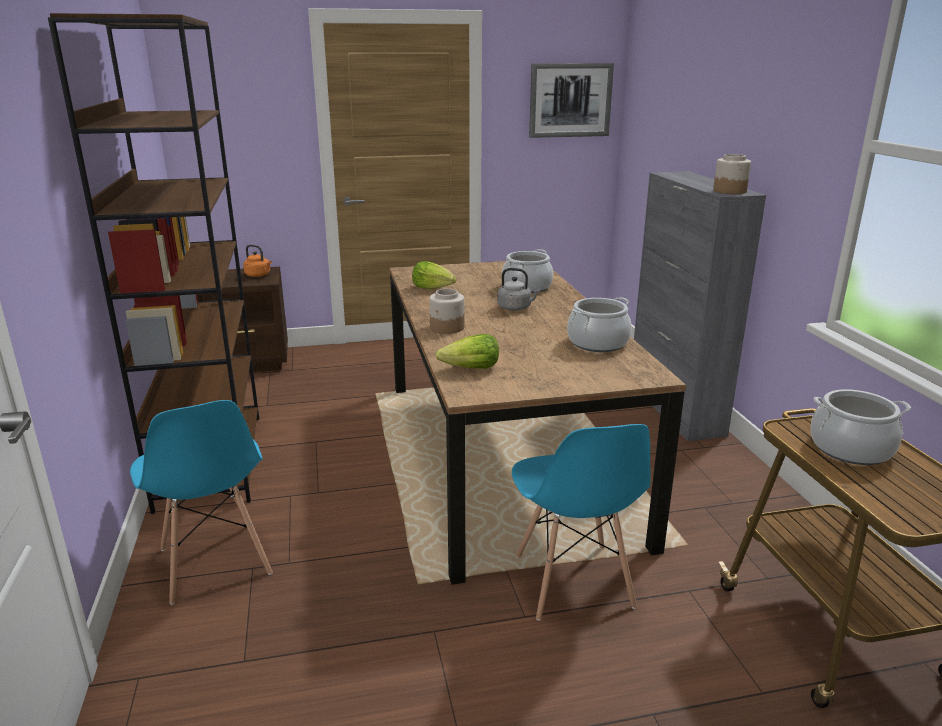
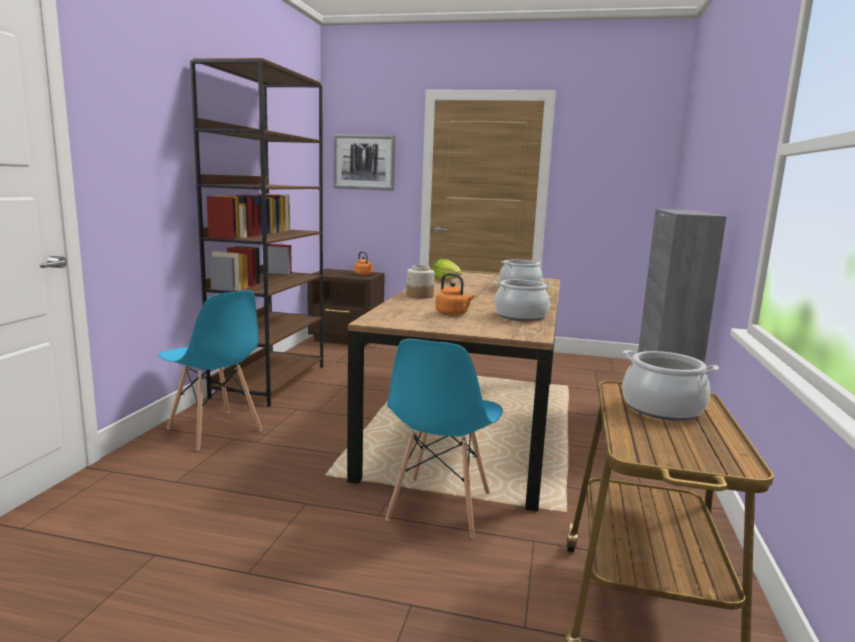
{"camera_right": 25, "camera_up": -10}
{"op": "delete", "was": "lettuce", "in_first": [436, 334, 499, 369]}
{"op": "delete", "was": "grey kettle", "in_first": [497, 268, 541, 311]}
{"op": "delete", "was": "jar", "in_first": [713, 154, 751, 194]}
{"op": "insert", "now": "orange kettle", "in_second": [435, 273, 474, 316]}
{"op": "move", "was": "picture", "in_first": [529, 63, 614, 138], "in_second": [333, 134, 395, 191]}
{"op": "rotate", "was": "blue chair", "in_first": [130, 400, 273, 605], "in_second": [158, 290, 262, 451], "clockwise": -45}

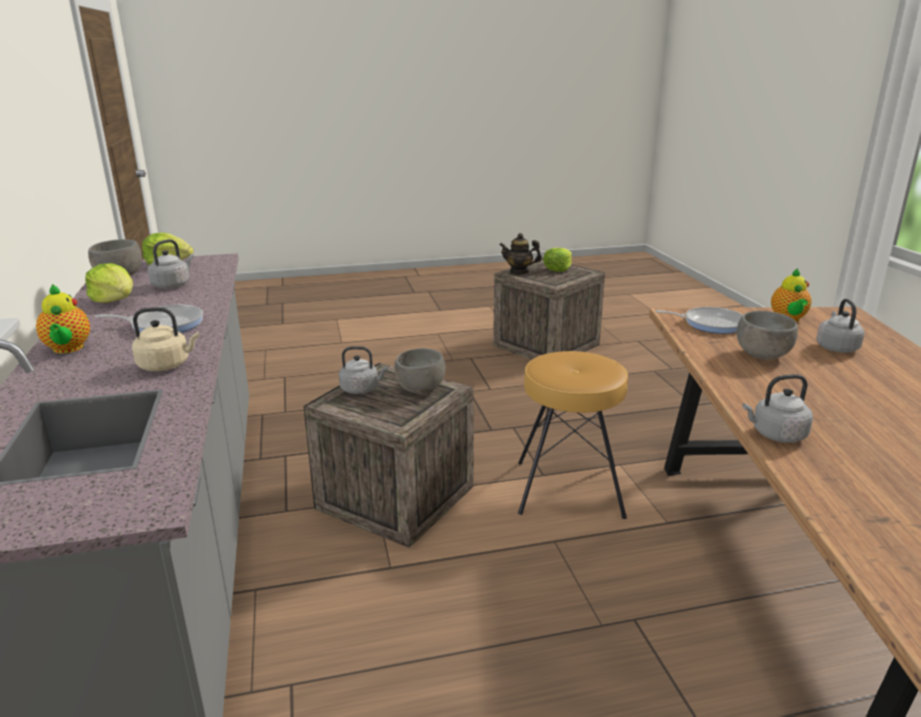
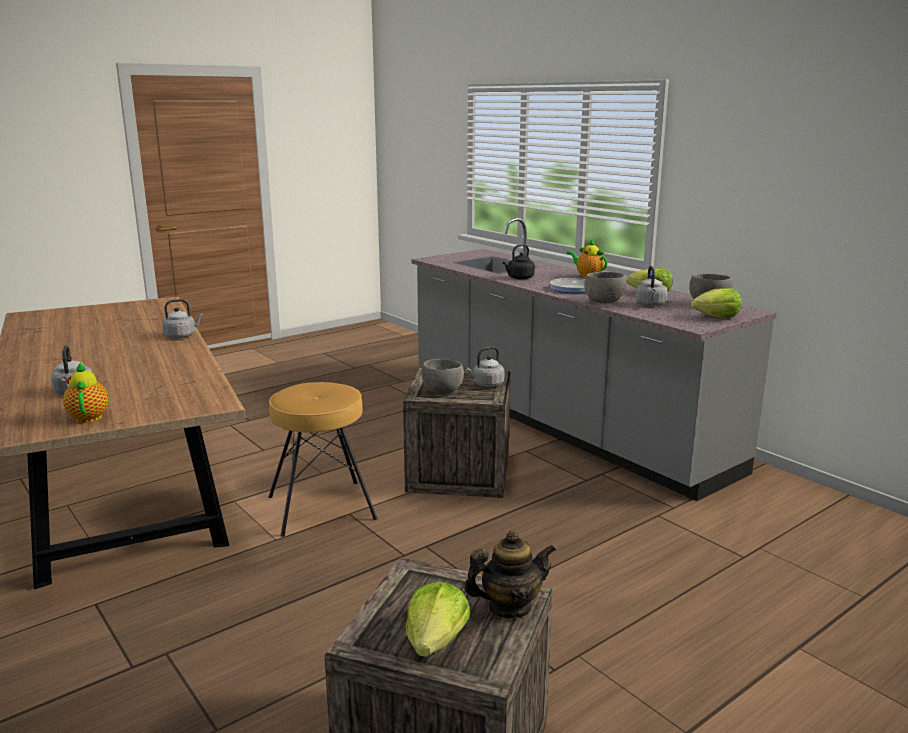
{"camera_right": 155, "camera_up": -5}
{"op": "delete", "was": "frying pan", "in_first": [655, 307, 743, 334]}
{"op": "move", "was": "grey bowl", "in_first": [737, 311, 798, 360], "in_second": [584, 272, 627, 303]}
{"op": "recolor", "was": "beige kettle", "now": "black kettle", "in_first": [132, 307, 199, 371], "in_second": [503, 244, 535, 280]}

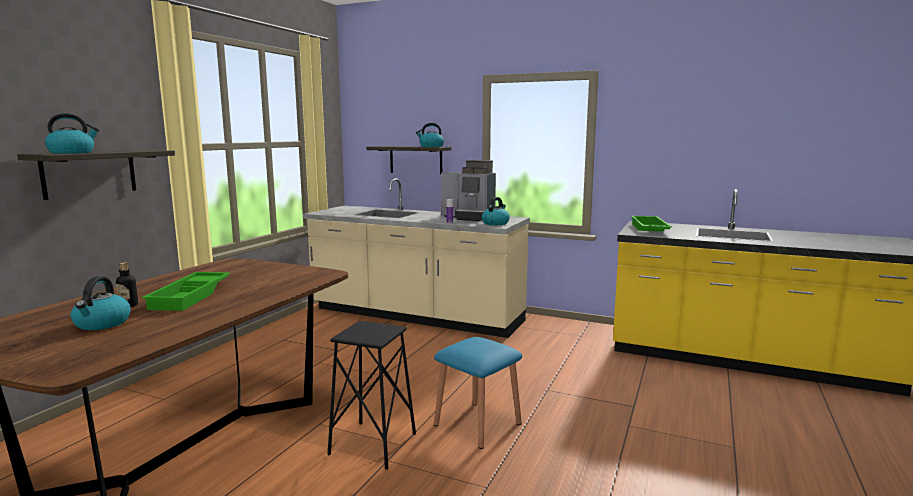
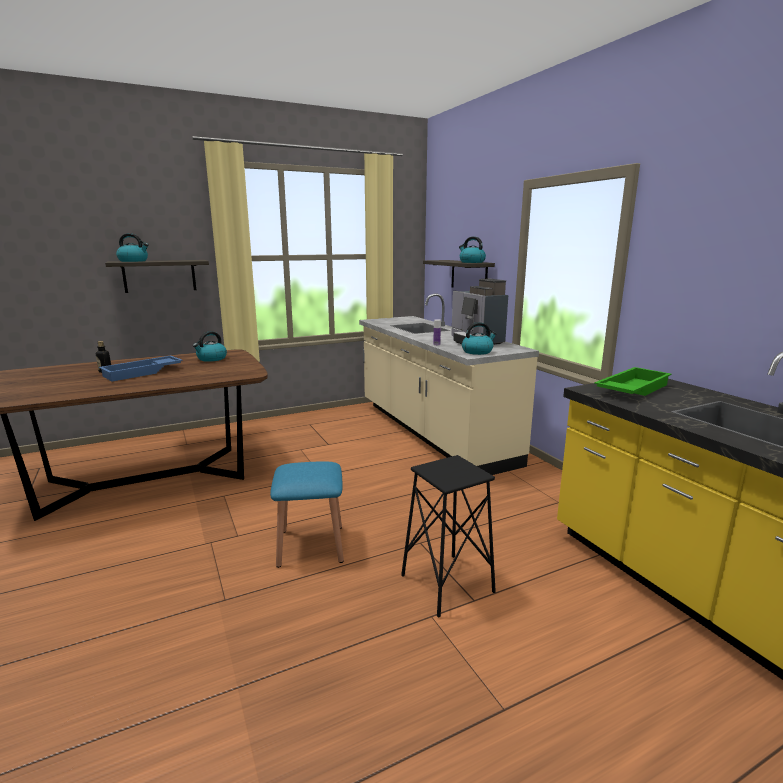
{"camera_right": 40, "camera_up": 5}
{"op": "move", "was": "kettle", "in_first": [71, 276, 131, 330], "in_second": [193, 331, 227, 362]}
{"op": "move", "was": "black stool", "in_first": [328, 321, 416, 470], "in_second": [401, 455, 496, 618]}
{"op": "recolor", "was": "green tray", "now": "blue tray", "in_first": [142, 272, 230, 311], "in_second": [99, 356, 183, 382]}

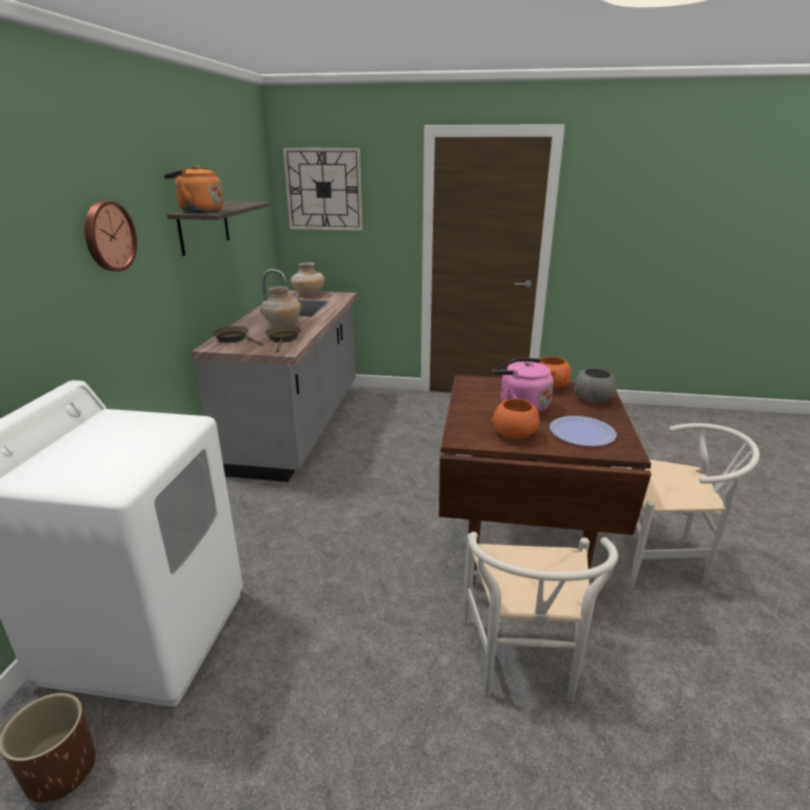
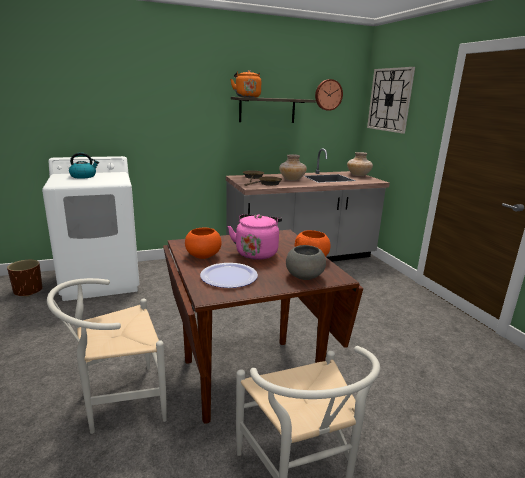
{"camera_right": 60, "camera_up": -5}
{"op": "insert", "now": "kettle", "in_second": [69, 153, 99, 179]}
{"op": "move", "was": "wall clock", "in_first": [84, 201, 137, 271], "in_second": [315, 79, 343, 111]}

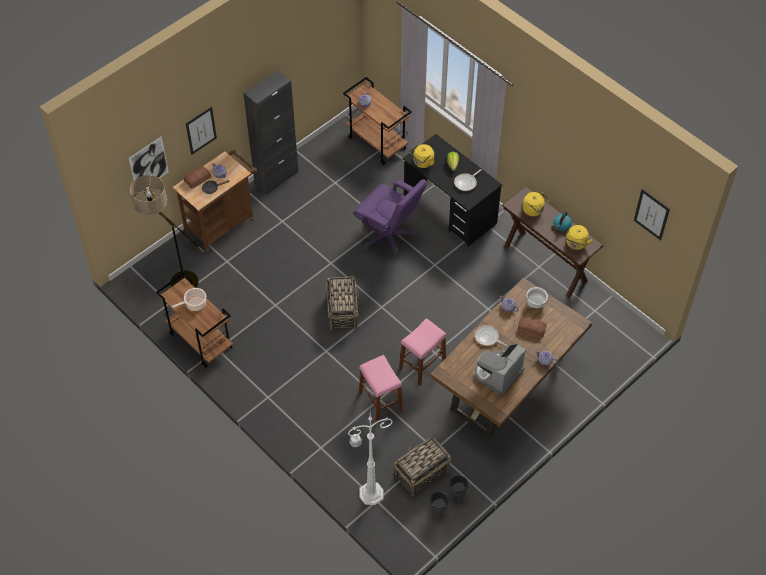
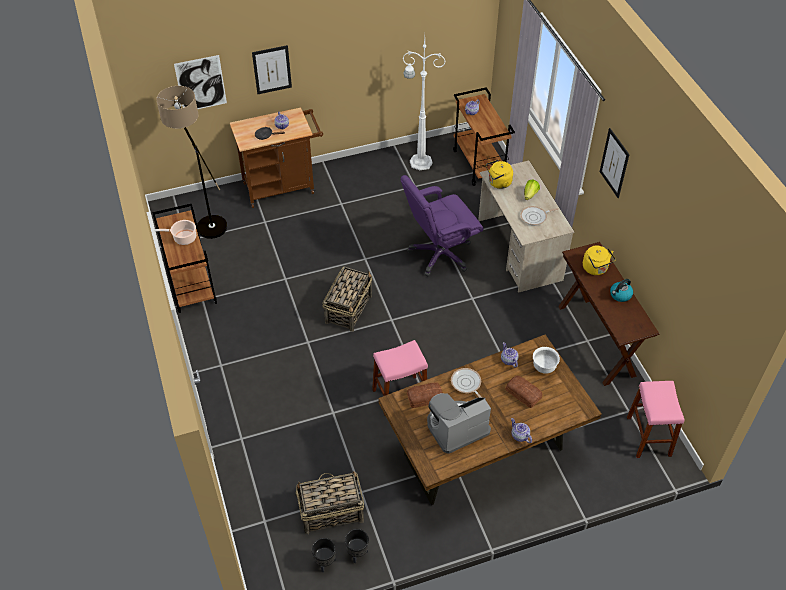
{"camera_right": 25, "camera_up": -5}
{"op": "delete", "was": "black cabinet", "in_first": [243, 70, 298, 194]}
{"op": "delete", "was": "yellow kettle", "in_first": [565, 225, 593, 250]}
{"op": "move", "was": "bread", "in_first": [184, 166, 211, 189], "in_second": [407, 383, 443, 408]}
{"op": "move", "was": "white floor lamp", "in_first": [348, 413, 393, 505], "in_second": [403, 37, 446, 170]}
{"op": "move", "was": "pink stool", "in_first": [359, 355, 403, 423], "in_second": [627, 381, 684, 458]}
{"op": "move", "was": "picture", "in_first": [634, 189, 670, 241], "in_second": [600, 128, 630, 198]}
{"op": "recolor", "was": "black desk", "now": "beige desk", "in_first": [403, 134, 502, 246], "in_second": [478, 161, 574, 293]}
{"op": "rotate", "was": "purple office chair", "in_first": [353, 179, 427, 259], "in_second": [401, 175, 484, 277], "clockwise": 90}

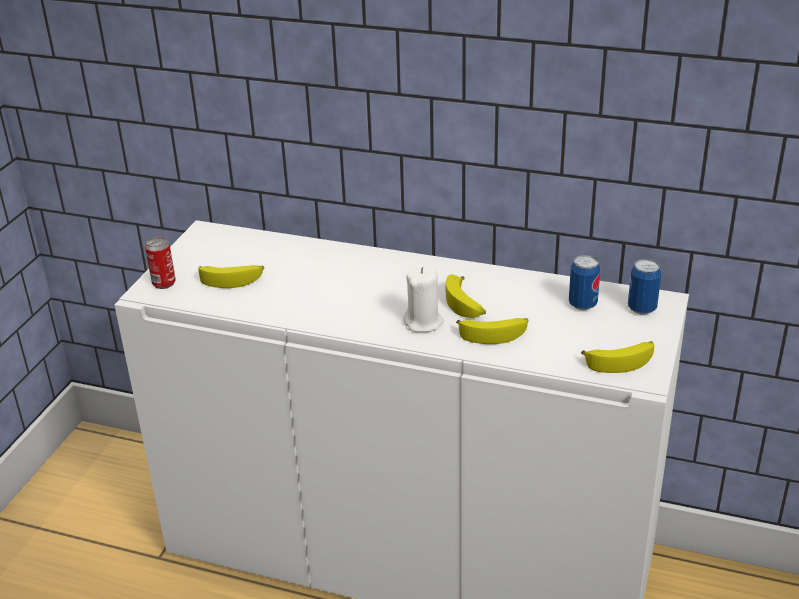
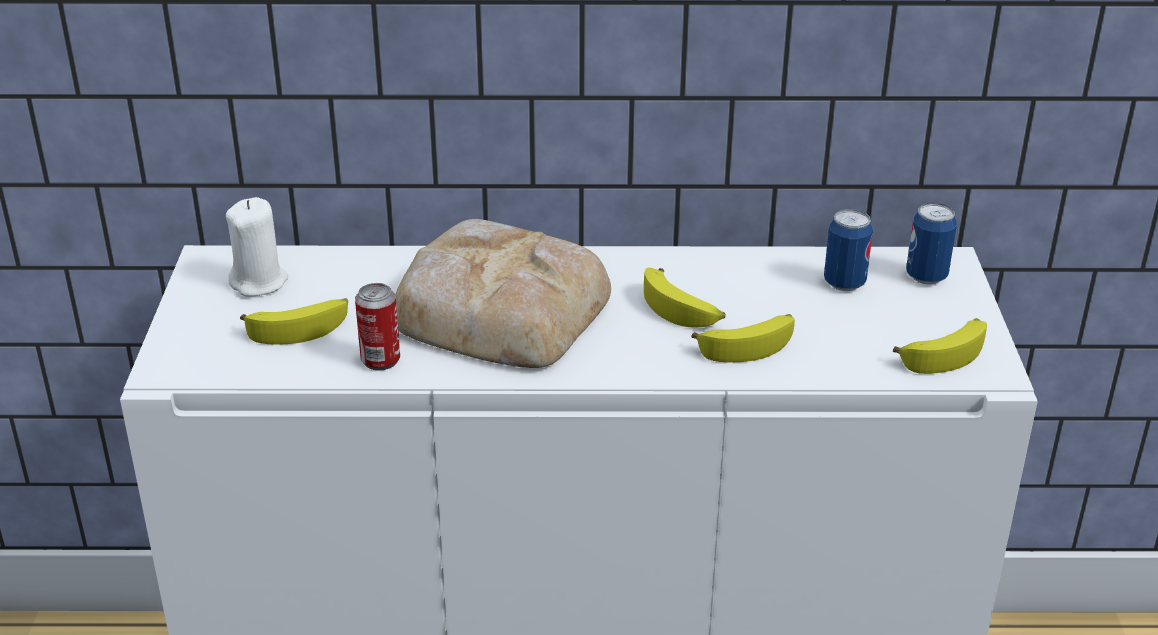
{"camera_right": -20, "camera_up": 0}
{"op": "insert", "now": "bread", "in_second": [395, 219, 611, 368]}
{"op": "move", "was": "can", "in_first": [145, 236, 176, 289], "in_second": [355, 283, 400, 371]}
{"op": "move", "was": "white candle", "in_first": [403, 265, 444, 332], "in_second": [226, 197, 288, 297]}

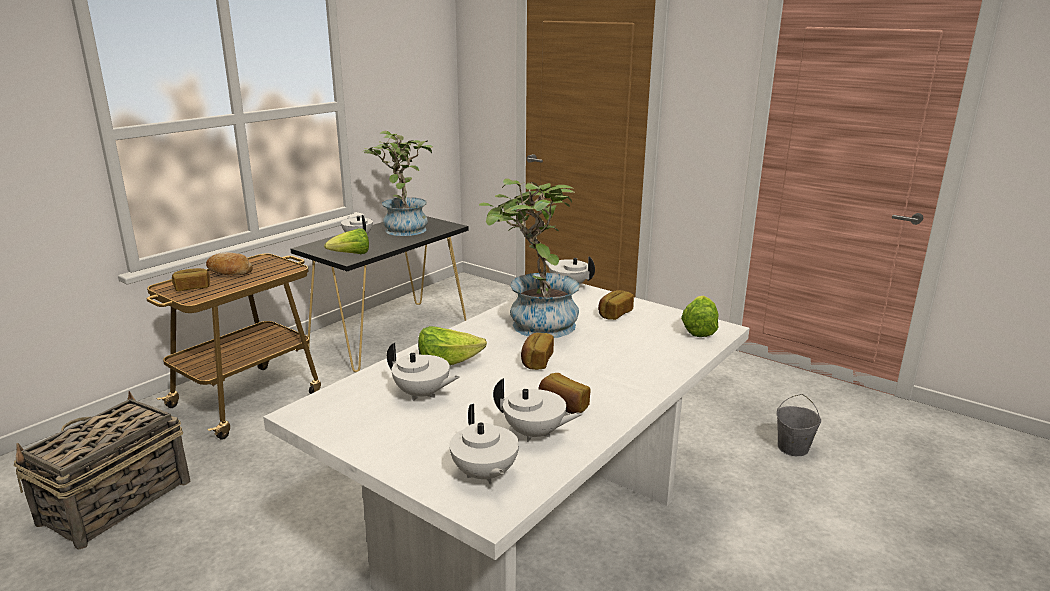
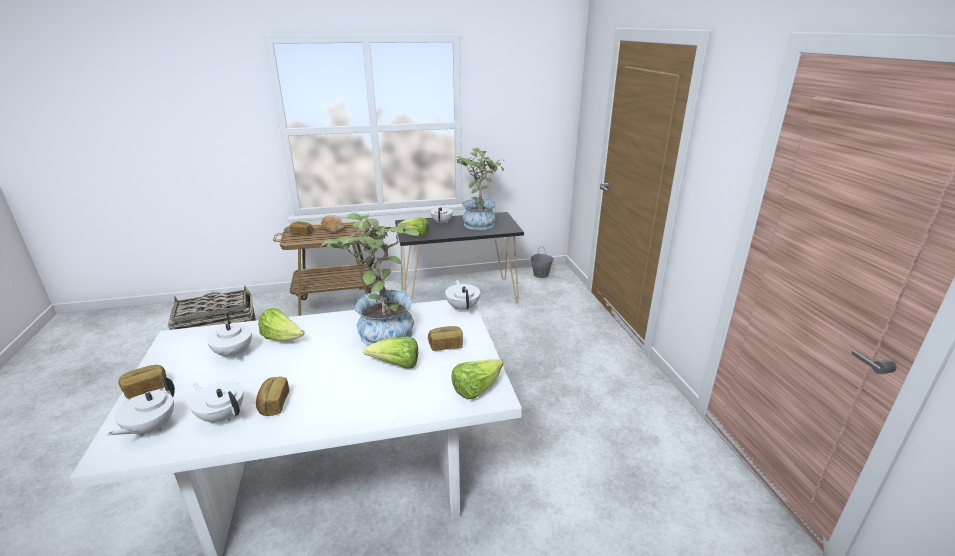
{"camera_right": 40, "camera_up": 5}
{"op": "insert", "now": "lettuce", "in_second": [363, 337, 418, 369]}
{"op": "move", "was": "bread", "in_first": [521, 333, 554, 370], "in_second": [118, 365, 167, 399]}
{"op": "move", "was": "grey bucket", "in_first": [776, 394, 821, 456], "in_second": [531, 246, 554, 278]}
{"op": "rotate", "was": "white teapot", "in_first": [493, 378, 582, 442], "in_second": [189, 381, 244, 424], "clockwise": 150}

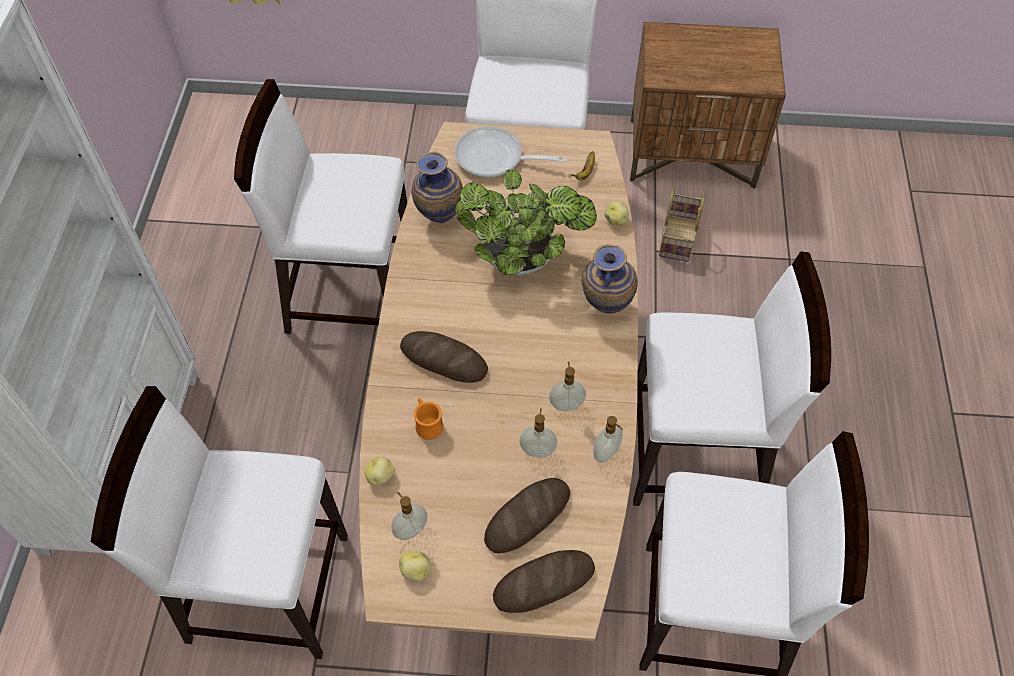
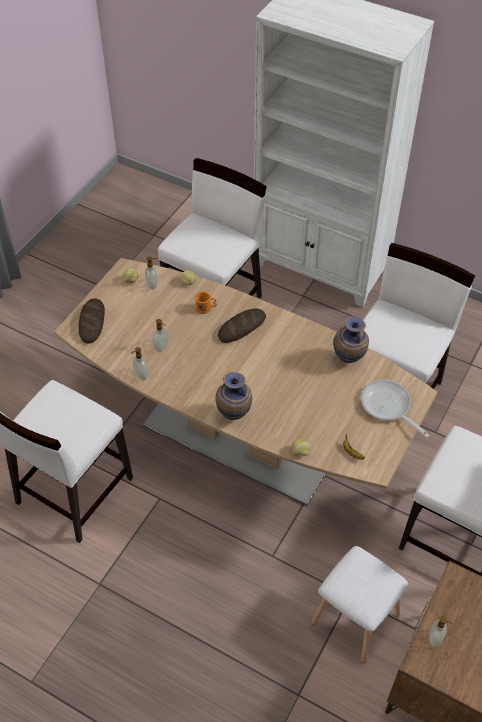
{"camera_right": 115, "camera_up": -5}
{"op": "delete", "was": "potted plant", "in_first": [455, 170, 597, 276]}
{"op": "delete", "was": "bread", "in_first": [484, 478, 570, 554]}
{"op": "delete", "was": "white chair", "in_first": [633, 251, 831, 506]}
{"op": "move", "was": "soap dispenser", "in_first": [549, 362, 586, 411], "in_second": [429, 616, 452, 647]}
{"op": "replace", "was": "basket", "now": "white stool", "in_first": [659, 187, 706, 262], "in_second": [311, 546, 408, 663]}
{"op": "rotate", "was": "frying pan", "in_first": [454, 126, 568, 178], "in_second": [361, 379, 429, 438], "clockwise": -75}

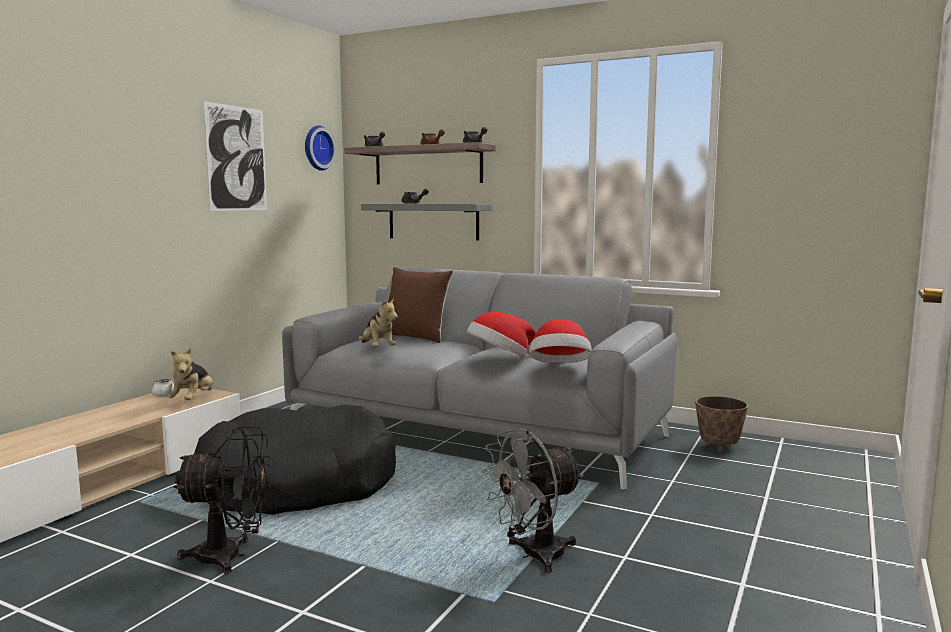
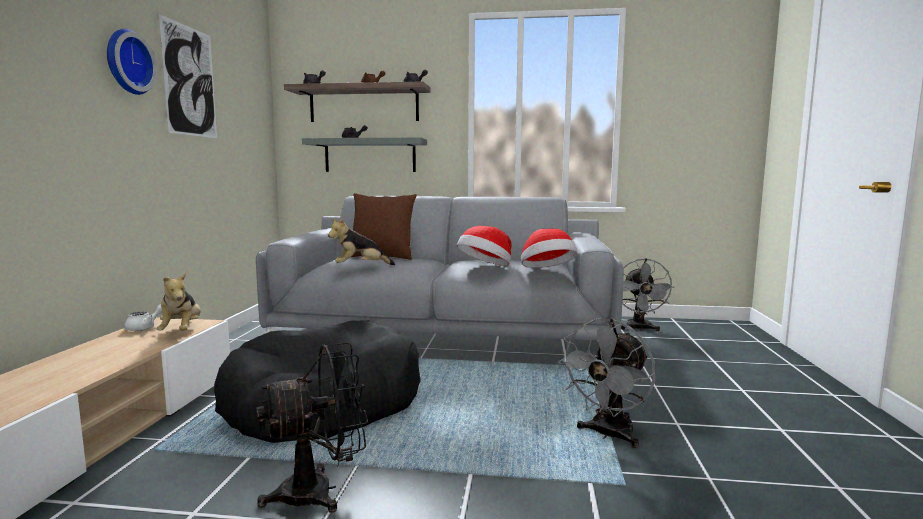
{"camera_right": -20, "camera_up": 0}
{"op": "move", "was": "wall clock", "in_first": [305, 125, 336, 171], "in_second": [107, 29, 157, 95]}
{"op": "replace", "was": "planter", "now": "grey fan", "in_first": [695, 396, 748, 452], "in_second": [621, 258, 675, 331]}
{"op": "rotate", "was": "plush toy", "in_first": [359, 298, 398, 346], "in_second": [328, 218, 395, 265], "clockwise": 120}

